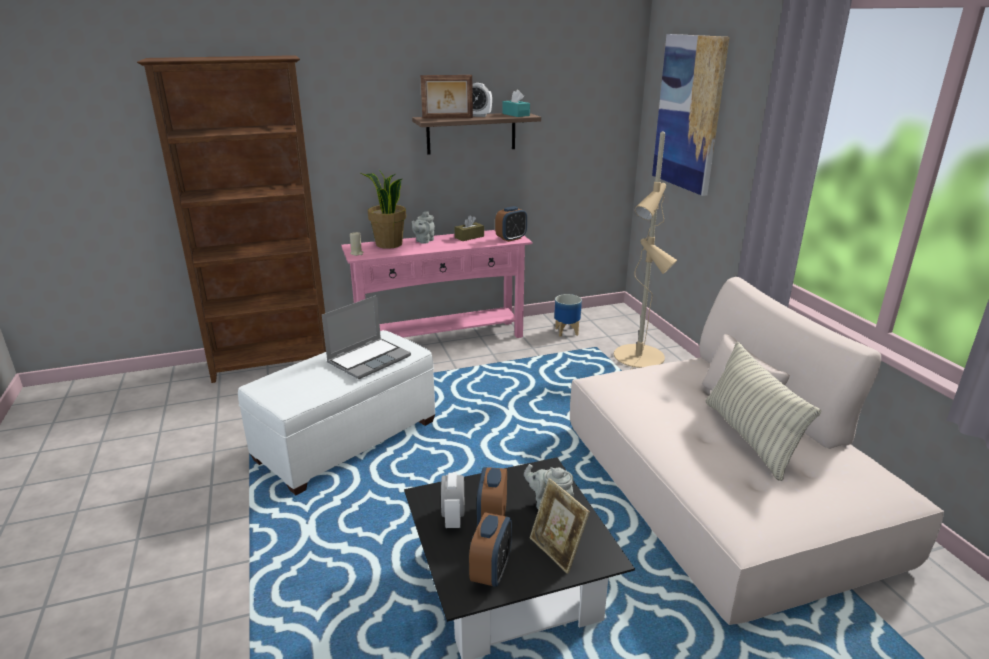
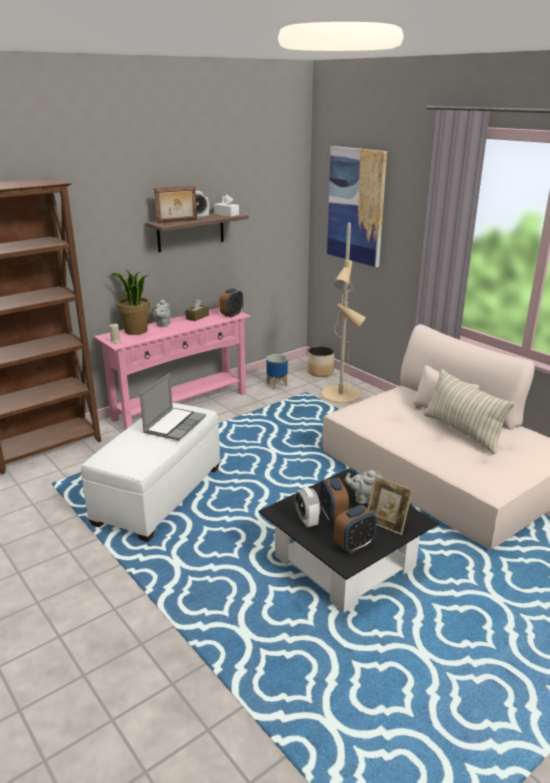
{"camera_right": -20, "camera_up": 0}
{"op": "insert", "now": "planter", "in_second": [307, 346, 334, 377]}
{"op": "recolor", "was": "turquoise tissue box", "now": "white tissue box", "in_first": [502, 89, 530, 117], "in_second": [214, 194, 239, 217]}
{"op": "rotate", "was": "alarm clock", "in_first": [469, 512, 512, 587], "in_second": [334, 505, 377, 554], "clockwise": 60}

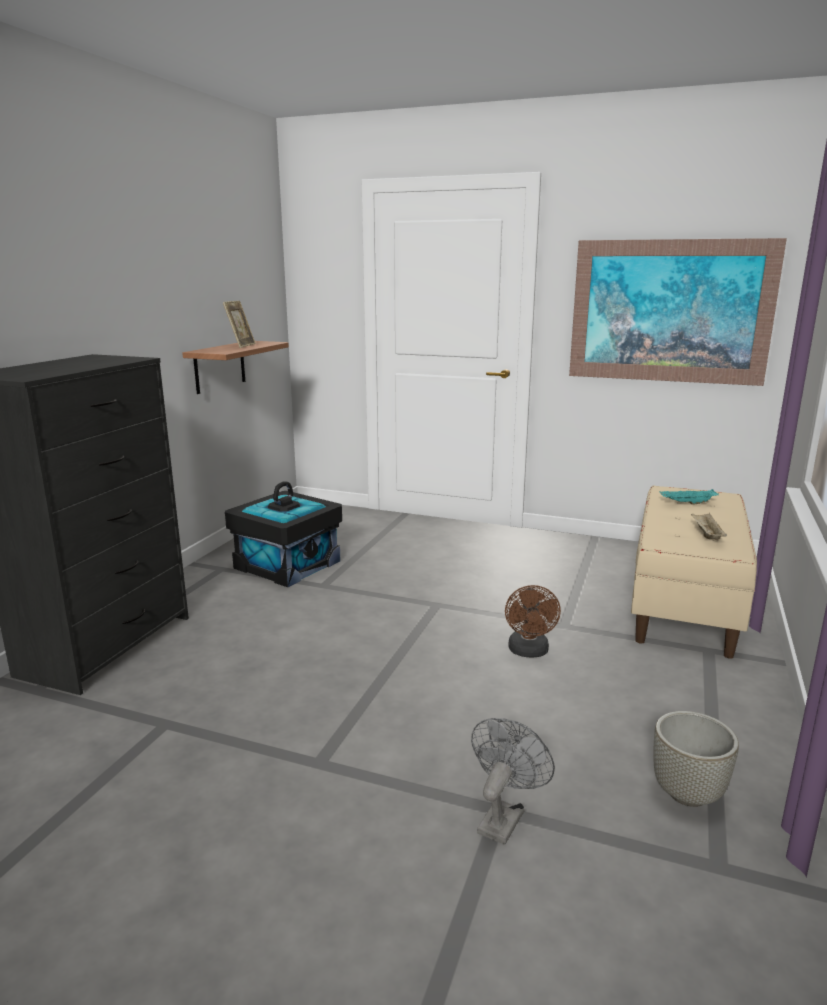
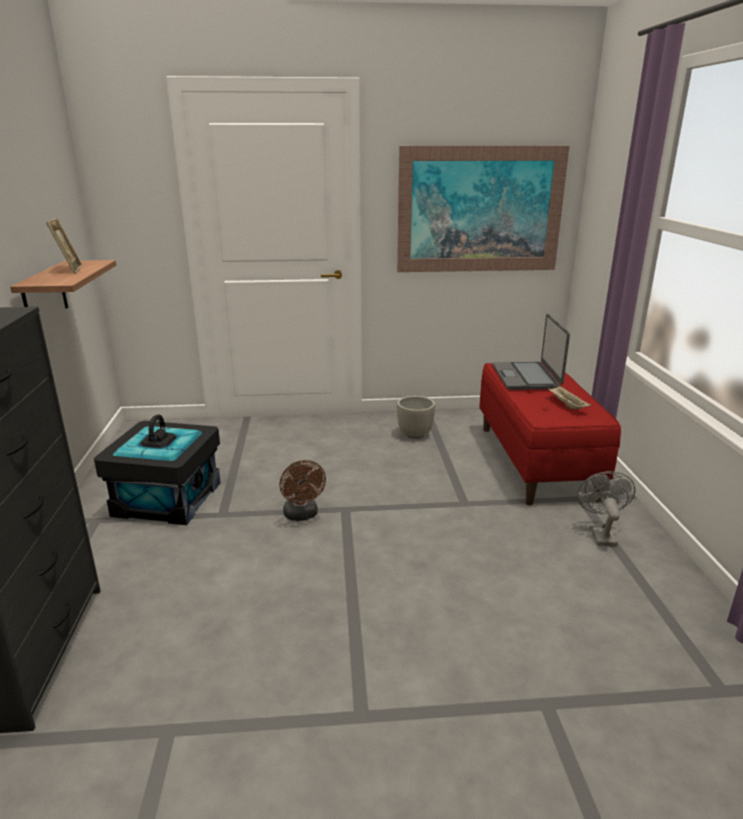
{"camera_right": -25, "camera_up": 5}
{"op": "move", "was": "grey fan", "in_first": [471, 718, 555, 845], "in_second": [577, 471, 636, 546]}
{"op": "move", "was": "brown fan", "in_first": [505, 585, 561, 657], "in_second": [280, 460, 326, 521]}
{"op": "move", "was": "grey planter", "in_first": [653, 711, 739, 807], "in_second": [397, 396, 435, 439]}
{"op": "replace", "was": "turquoise tray", "now": "laptop", "in_first": [660, 489, 719, 505], "in_second": [493, 314, 570, 390]}
{"op": "recolor", "was": "beige bench", "now": "red bench", "in_first": [631, 486, 757, 659], "in_second": [479, 362, 621, 505]}

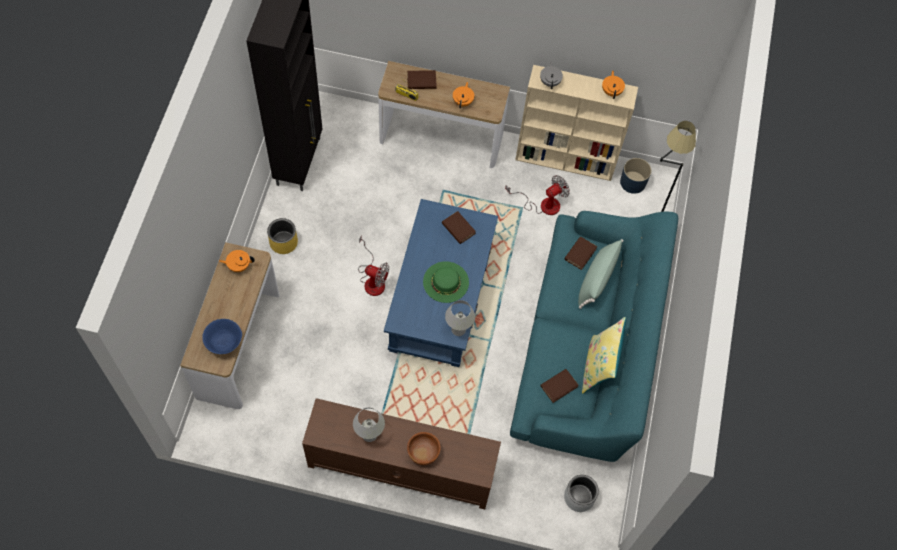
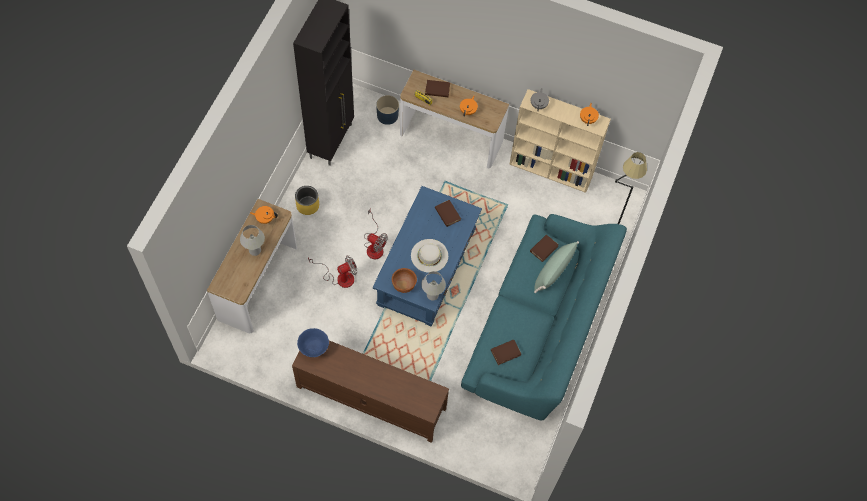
{"camera_right": 10, "camera_up": 0}
{"op": "delete", "was": "grey planter", "in_first": [564, 475, 599, 512]}
{"op": "delete", "was": "yellow pillow", "in_first": [582, 317, 626, 394]}
{"op": "move", "was": "blue bowl", "in_first": [202, 319, 242, 354], "in_second": [297, 328, 329, 357]}
{"op": "move", "was": "white table lamp", "in_first": [353, 407, 385, 442], "in_second": [240, 225, 265, 256]}
{"op": "move", "was": "brown bowl", "in_first": [407, 432, 441, 465], "in_second": [392, 268, 417, 293]}
{"op": "move", "was": "fan", "in_first": [505, 175, 570, 215], "in_second": [308, 255, 358, 288]}
{"op": "move", "was": "blue planter", "in_first": [620, 158, 651, 194], "in_second": [376, 95, 399, 125]}
{"op": "recolor", "was": "green hat", "now": "white hat", "in_first": [423, 261, 469, 303], "in_second": [411, 239, 448, 273]}

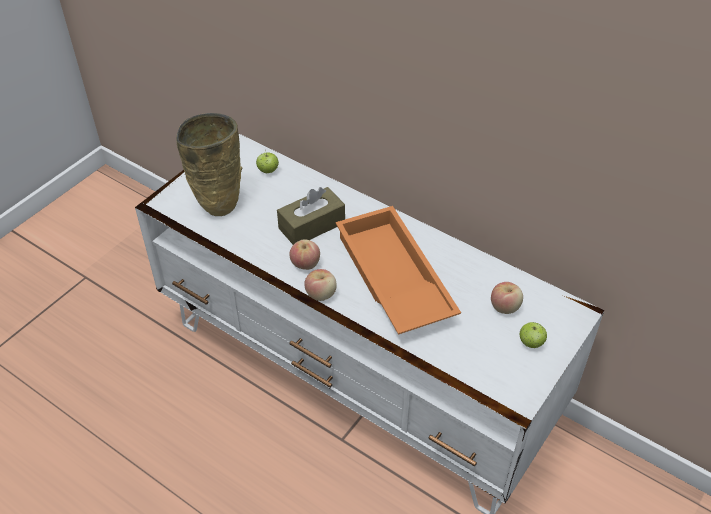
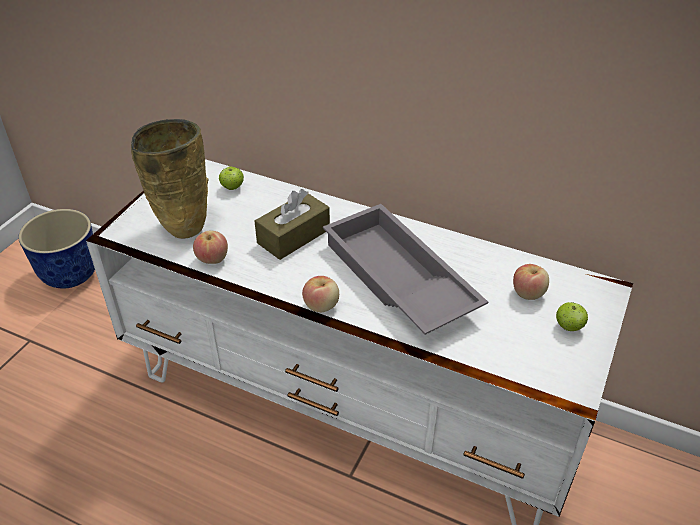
{"camera_right": -10, "camera_up": -5}
{"op": "insert", "now": "planter", "in_second": [18, 209, 95, 289]}
{"op": "move", "was": "apple", "in_first": [289, 239, 320, 270], "in_second": [193, 231, 228, 264]}
{"op": "recolor", "was": "orange tray", "now": "grey tray", "in_first": [336, 206, 461, 335], "in_second": [323, 204, 488, 335]}

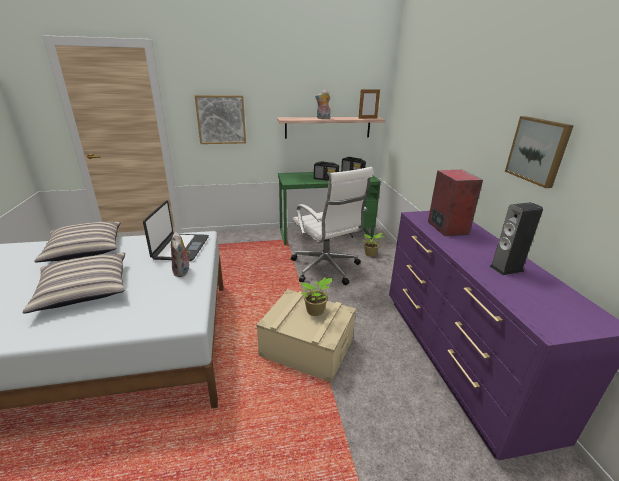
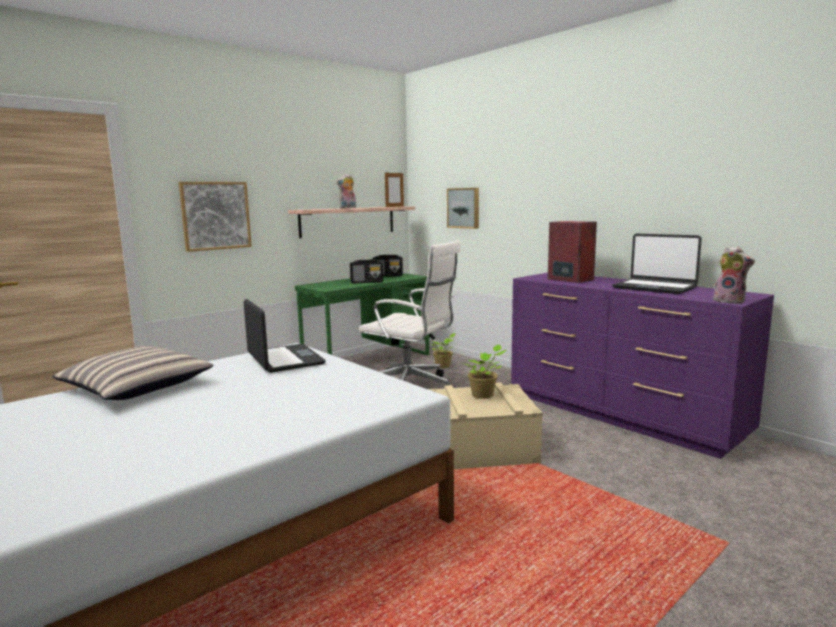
{"camera_right": -30, "camera_up": -15}
{"op": "delete", "was": "pillow", "in_first": [22, 253, 125, 314]}
{"op": "move", "was": "plush toy", "in_first": [171, 232, 190, 277], "in_second": [713, 246, 755, 304]}
{"op": "move", "was": "picture", "in_first": [505, 116, 574, 188], "in_second": [447, 188, 479, 229]}
{"op": "replace", "was": "speaker", "now": "laptop", "in_first": [489, 202, 543, 275], "in_second": [613, 234, 702, 294]}

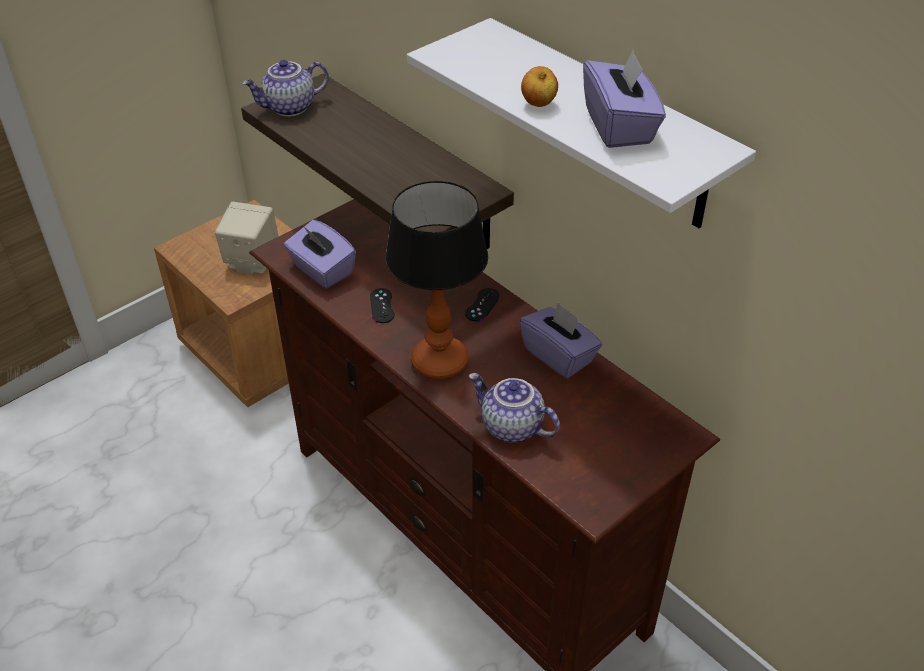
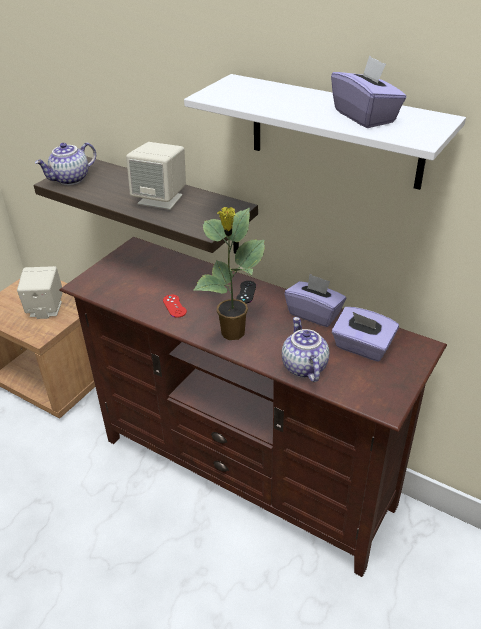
{"camera_right": -15, "camera_up": -5}
{"op": "delete", "was": "apple", "in_first": [521, 66, 558, 107]}
{"op": "insert", "now": "beige speaker", "in_second": [126, 142, 186, 210]}
{"op": "move", "was": "purple tissue box", "in_first": [284, 220, 356, 288], "in_second": [332, 307, 399, 362]}
{"op": "replace", "was": "table lamp", "now": "potted plant", "in_first": [385, 181, 488, 380], "in_second": [193, 207, 265, 340]}
{"op": "recolor", "was": "black game controller", "now": "red game controller", "in_first": [370, 288, 395, 323], "in_second": [163, 294, 187, 318]}
{"op": "rotate", "was": "teapot", "in_first": [469, 373, 560, 443], "in_second": [282, 317, 329, 382], "clockwise": 60}

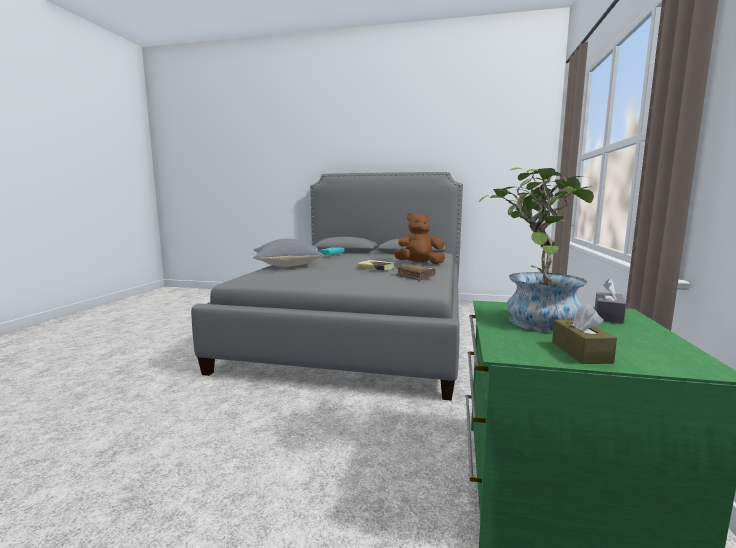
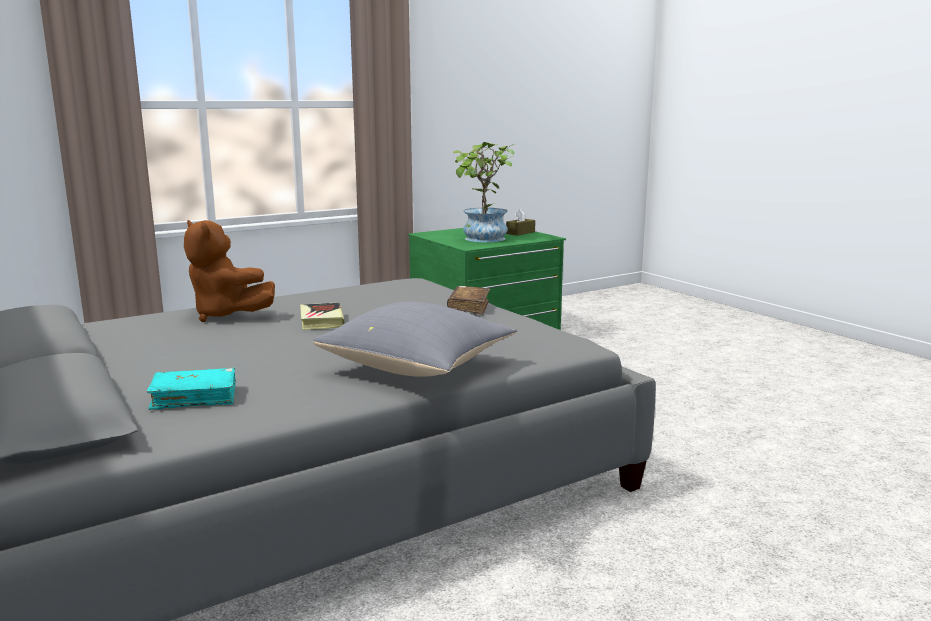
{"camera_right": -135, "camera_up": 5}
{"op": "delete", "was": "grey tissue box", "in_first": [595, 279, 626, 323]}
{"op": "move", "was": "brown book", "in_first": [396, 264, 436, 281], "in_second": [447, 286, 490, 315]}

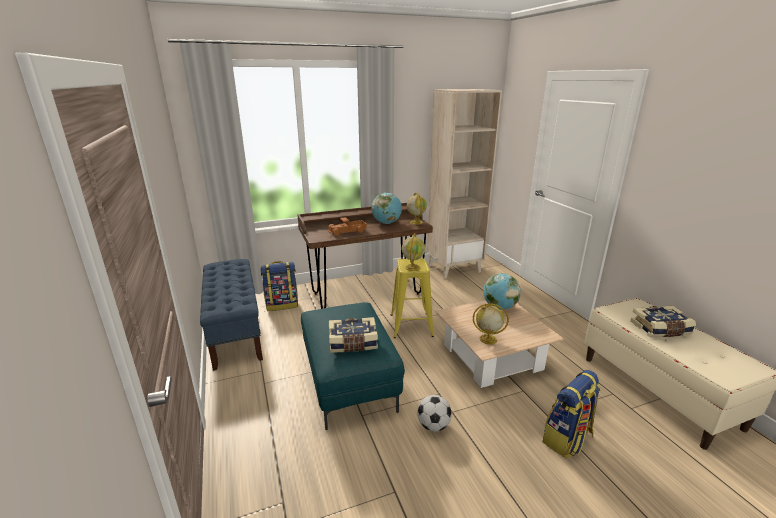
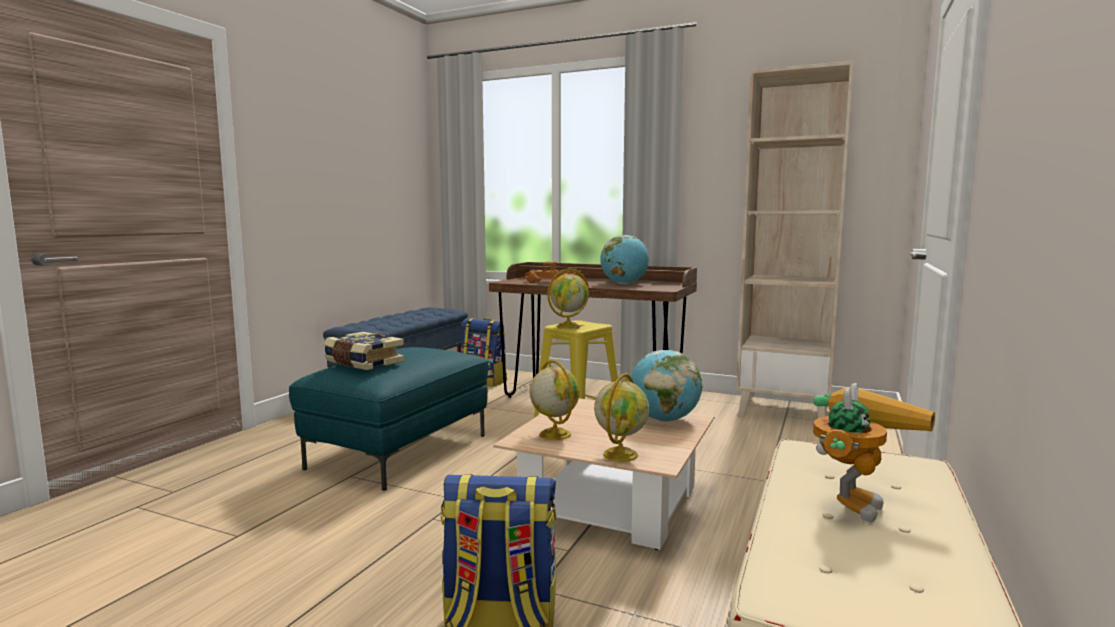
{"camera_right": 45, "camera_up": -15}
{"op": "delete", "was": "football", "in_first": [417, 395, 452, 432]}
{"op": "move", "was": "globe", "in_first": [407, 192, 427, 225], "in_second": [594, 373, 649, 462]}
{"op": "replace", "was": "book", "now": "toy robot", "in_first": [630, 306, 696, 338], "in_second": [813, 383, 935, 523]}

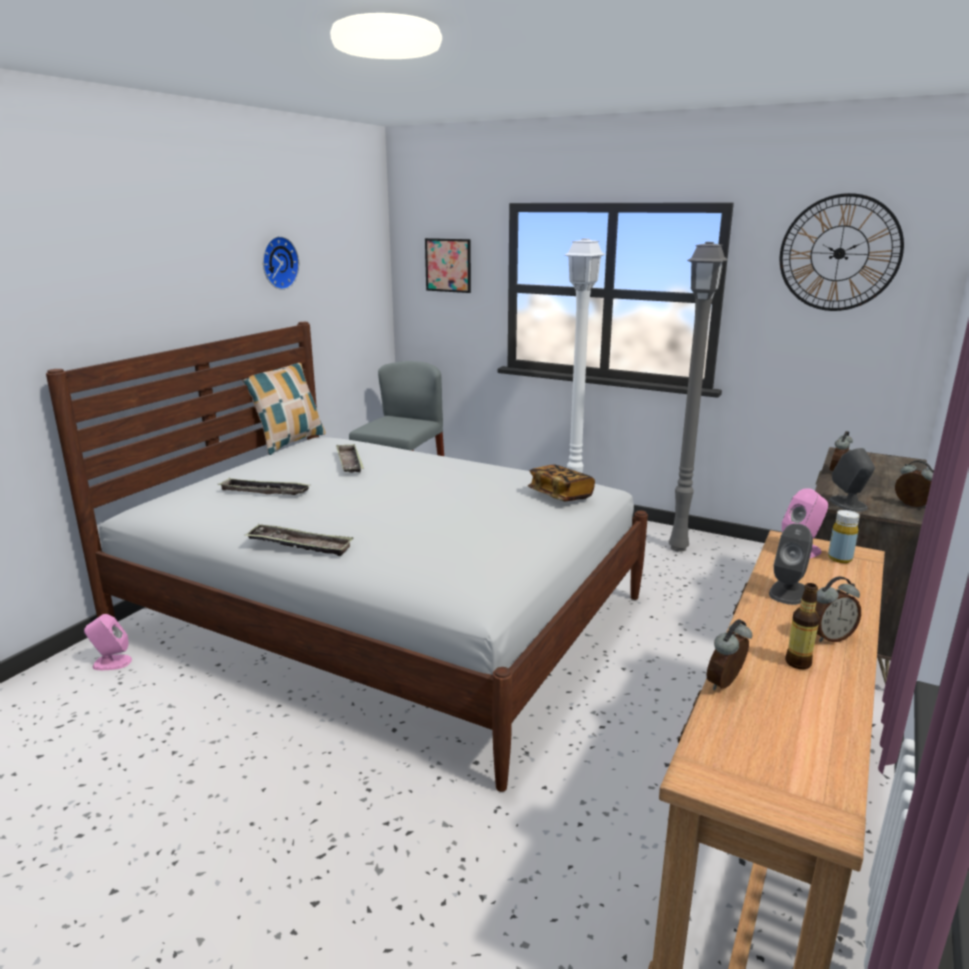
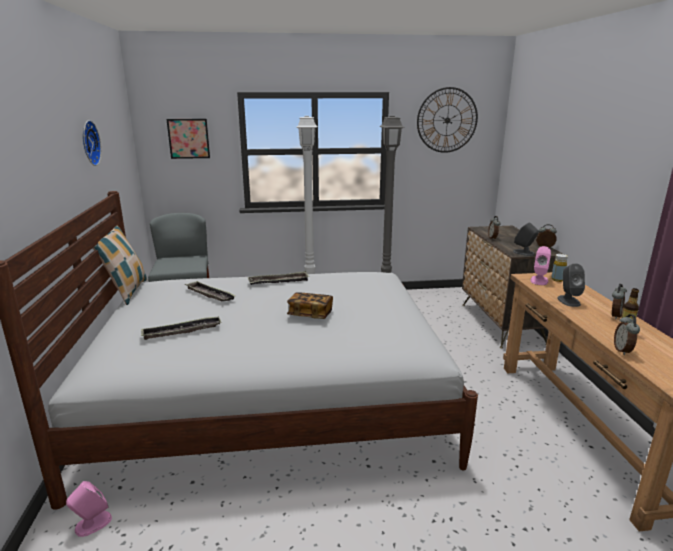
{"camera_right": -35, "camera_up": 0}
{"op": "move", "was": "tray", "in_first": [244, 524, 353, 556], "in_second": [248, 271, 309, 285]}
{"op": "move", "was": "book", "in_first": [528, 465, 595, 501], "in_second": [287, 292, 333, 319]}

